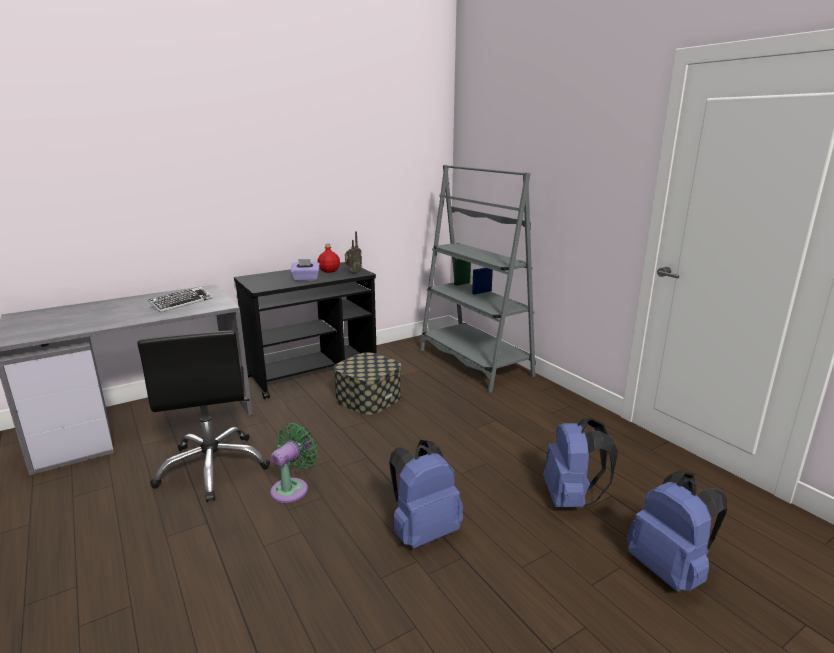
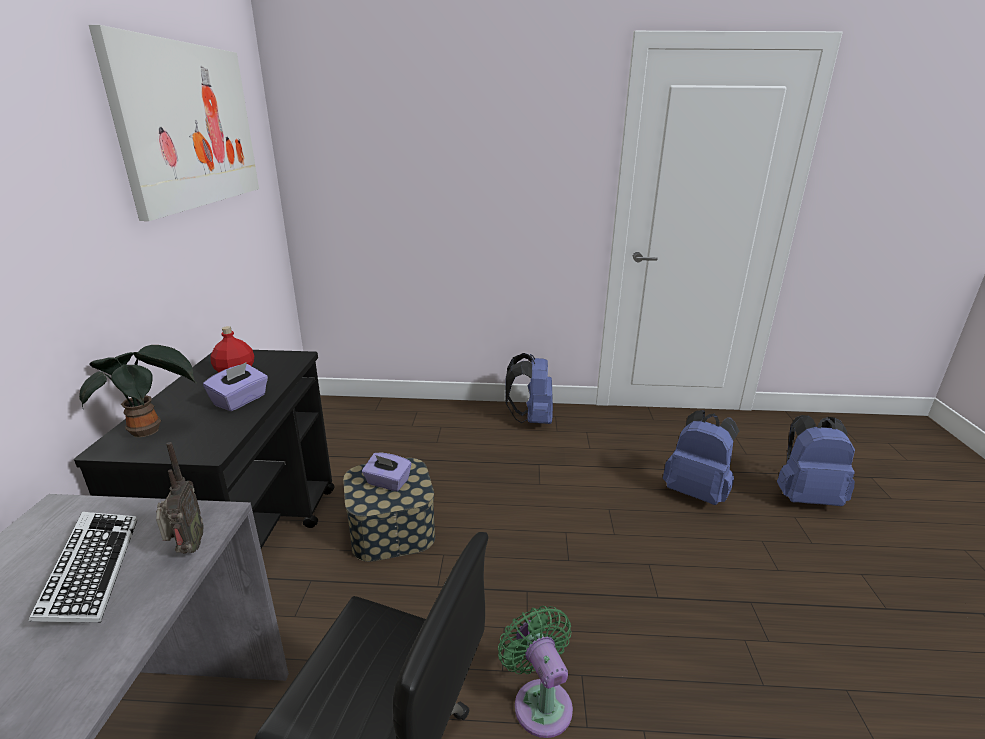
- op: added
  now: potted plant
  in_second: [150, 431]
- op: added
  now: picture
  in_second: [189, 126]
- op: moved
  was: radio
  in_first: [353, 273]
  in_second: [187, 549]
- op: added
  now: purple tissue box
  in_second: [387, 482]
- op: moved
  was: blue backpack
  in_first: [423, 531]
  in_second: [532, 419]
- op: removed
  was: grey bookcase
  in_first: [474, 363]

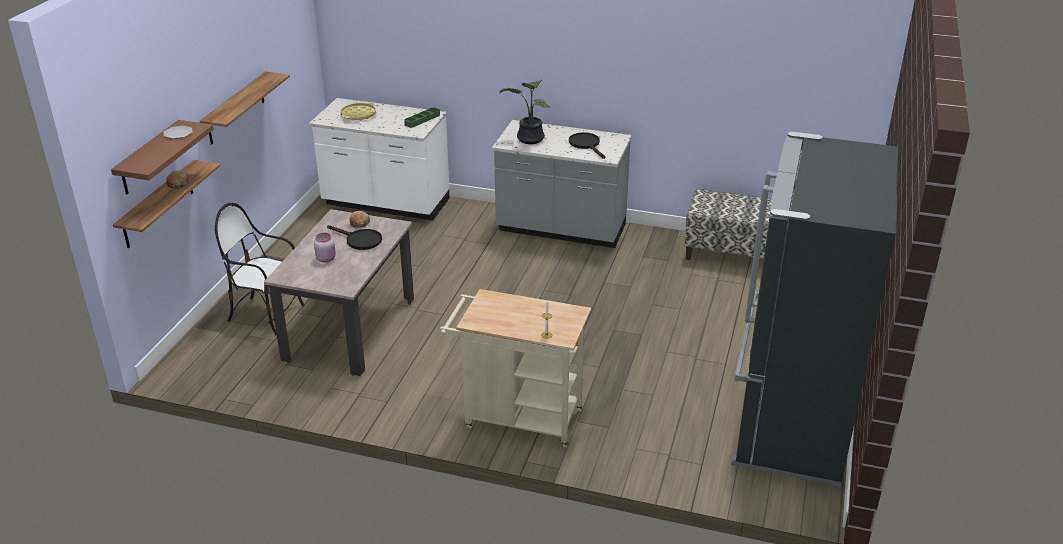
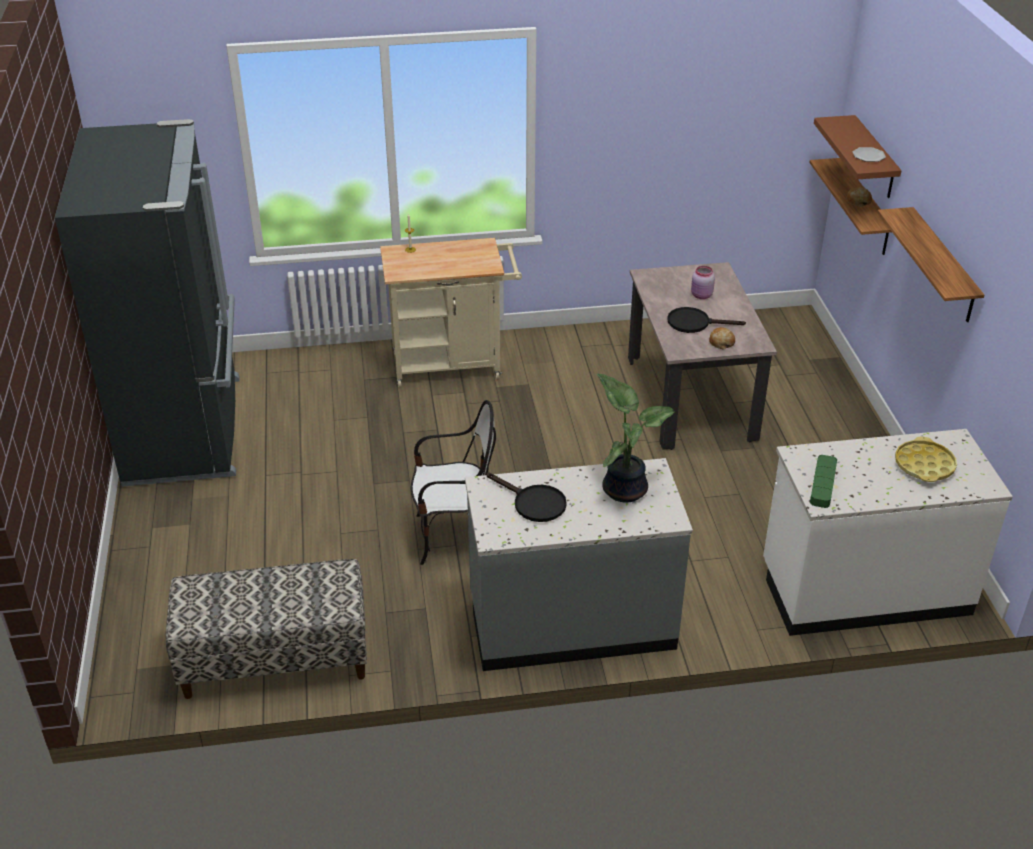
- op: moved
  was: chair
  in_first: [266, 314]
  in_second: [455, 537]

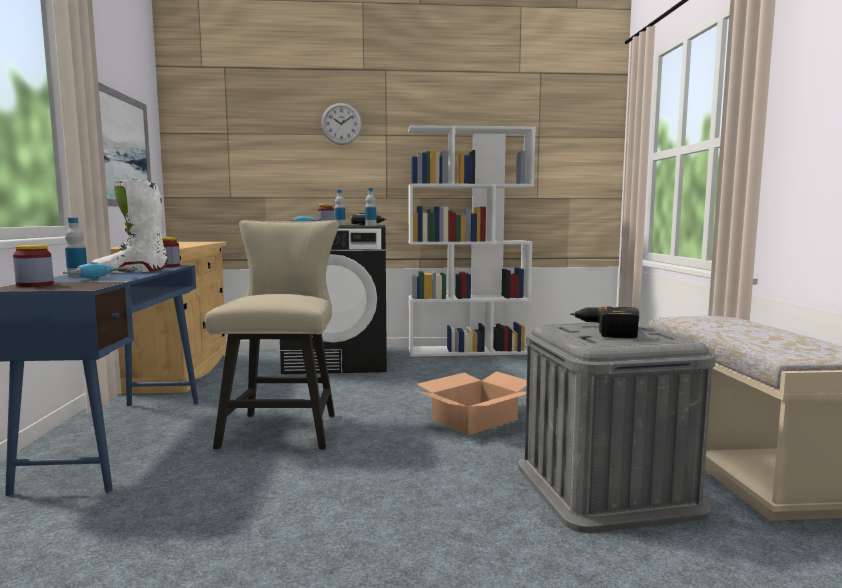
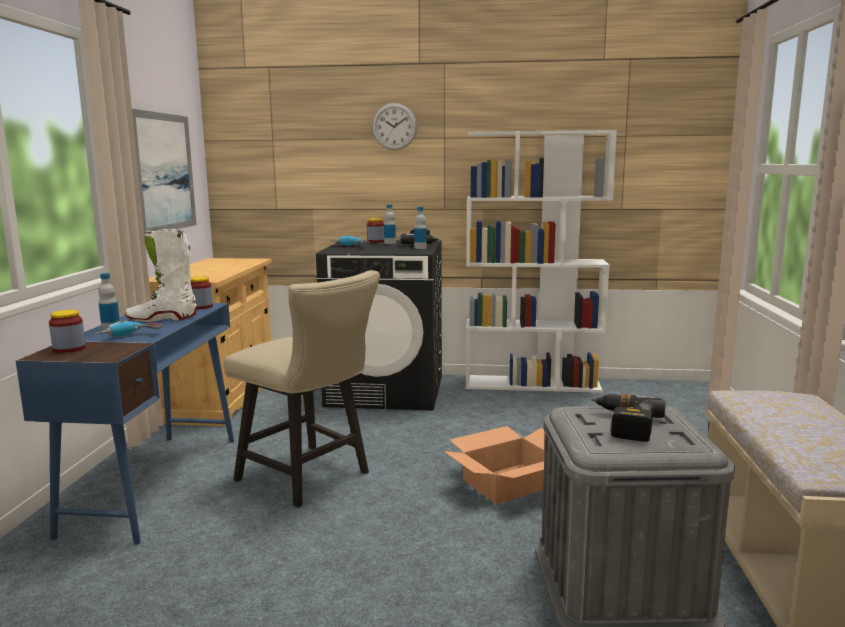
- op: turned
  was: beige chair
  in_first: [284, 427]
  in_second: [310, 478]
  clockwise: 120

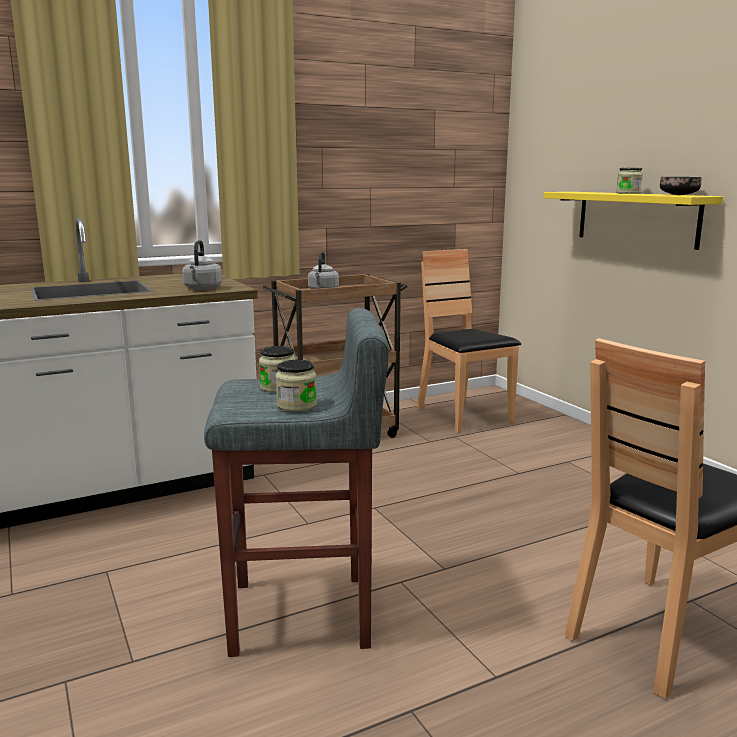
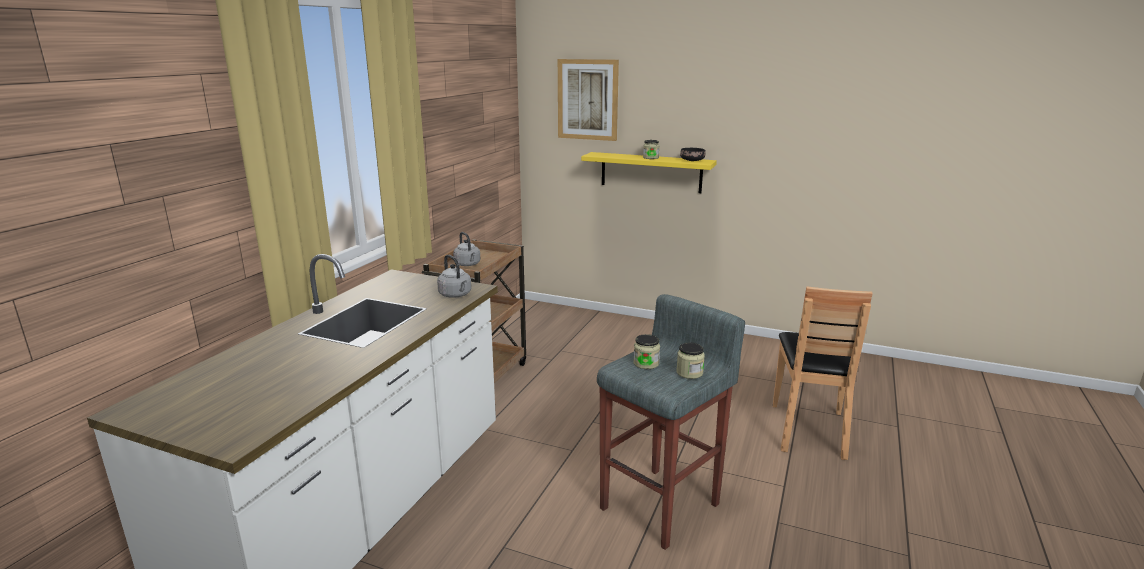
- op: added
  now: picture
  in_second: [587, 99]
- op: removed
  was: brown chair
  in_first: [463, 415]

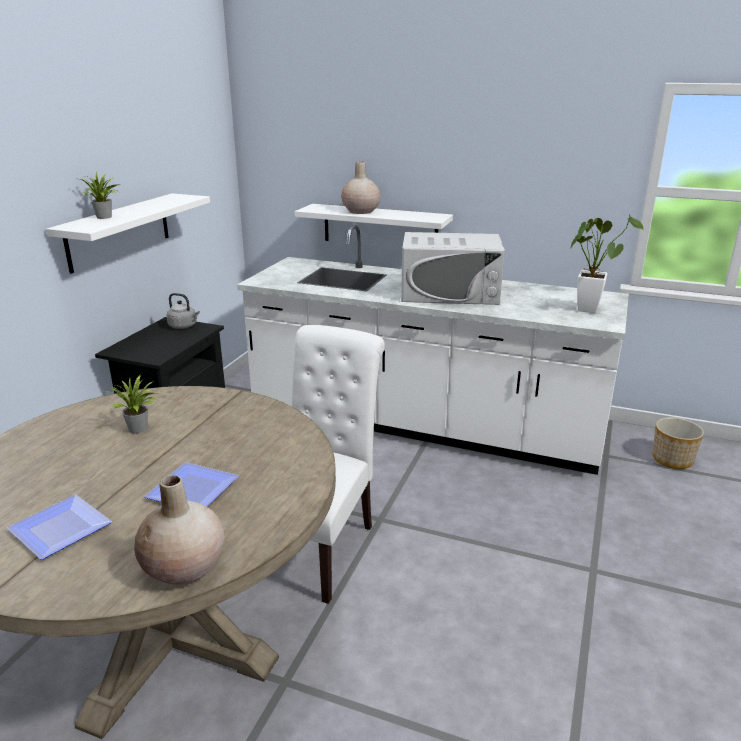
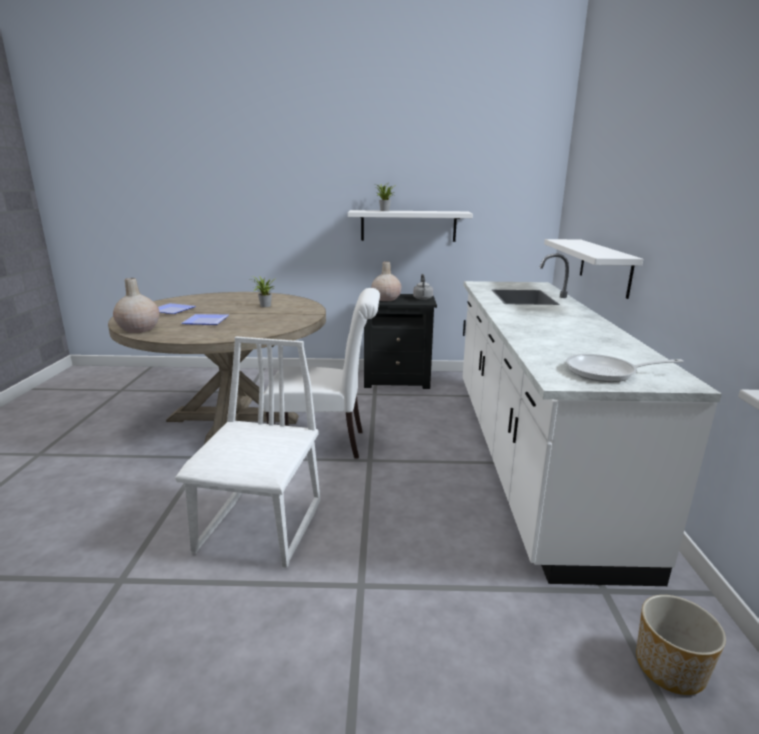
- op: added
  now: white chair
  in_second: [262, 527]
- op: moved
  was: beige vase
  in_first: [360, 211]
  in_second: [385, 299]
- op: replaced
  was: potted plant
  now: frying pan
  in_first: [588, 308]
  in_second: [607, 372]
- op: removed
  was: white microwave
  in_first: [450, 293]

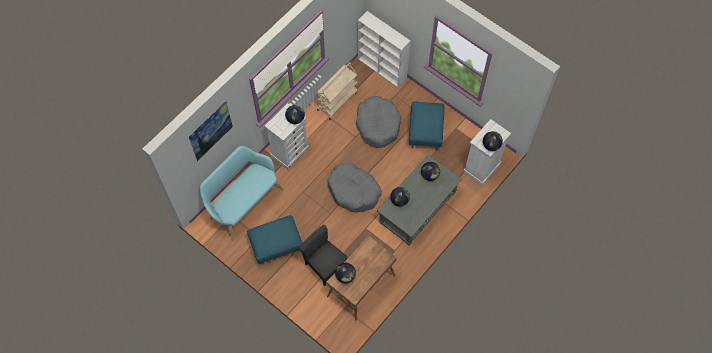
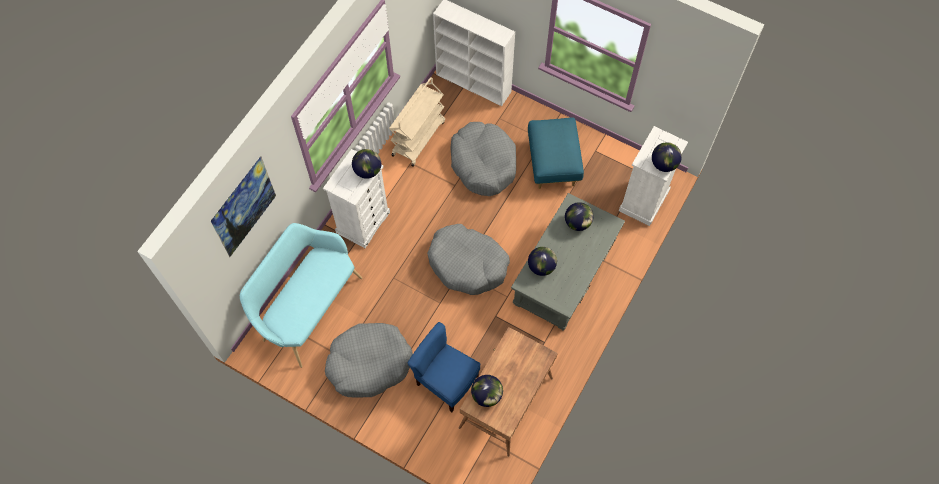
- op: replaced
  was: blue ottoman
  now: grey dog bed
  in_first: [276, 245]
  in_second: [369, 363]
- op: recoloured
  was: grey chair
  now: blue chair
  in_first: [325, 265]
  in_second: [446, 381]

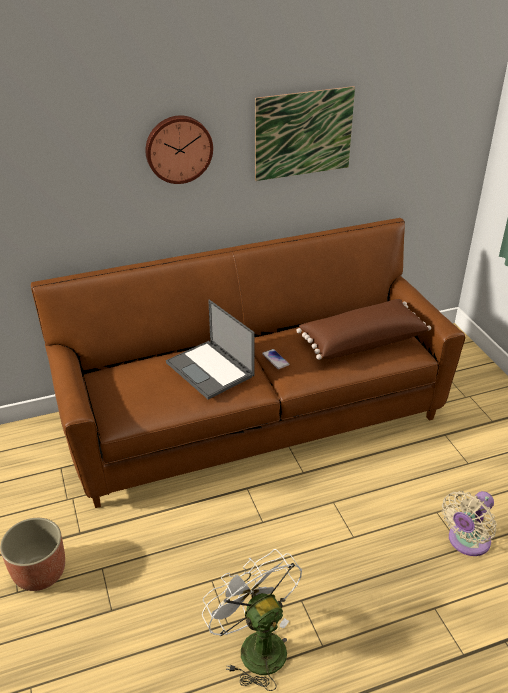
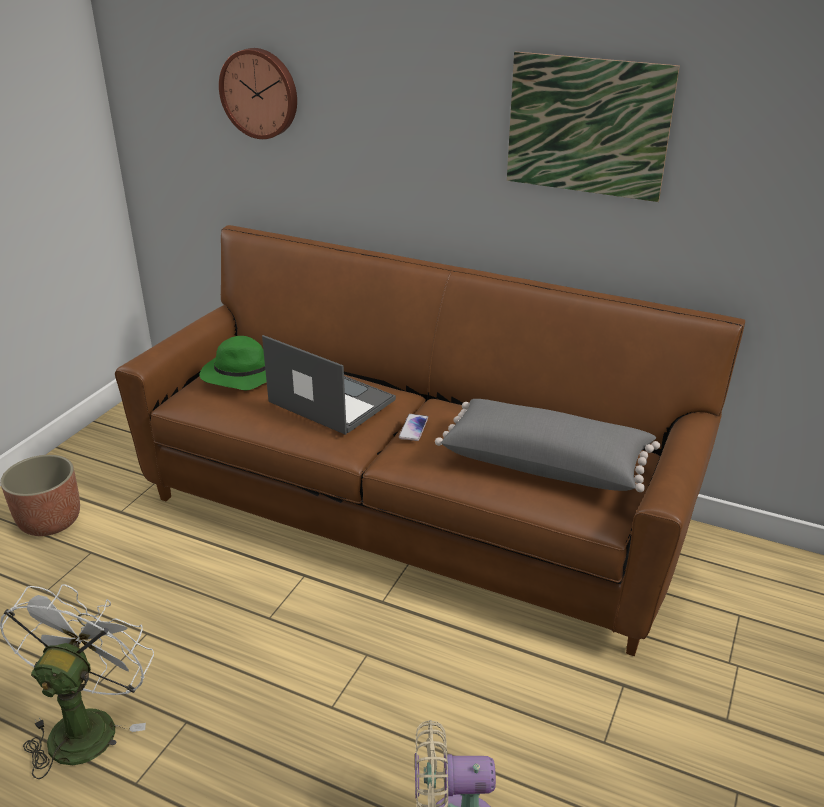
- op: added
  now: green hat
  in_second: [241, 376]
- op: moved
  was: wall clock
  in_first: [178, 148]
  in_second: [260, 93]
- op: turned
  was: laptop
  in_first: [211, 370]
  in_second: [330, 401]
  clockwise: 120
- op: recoloured
  was: brown pillow
  now: grey pillow
  in_first: [361, 341]
  in_second: [545, 463]

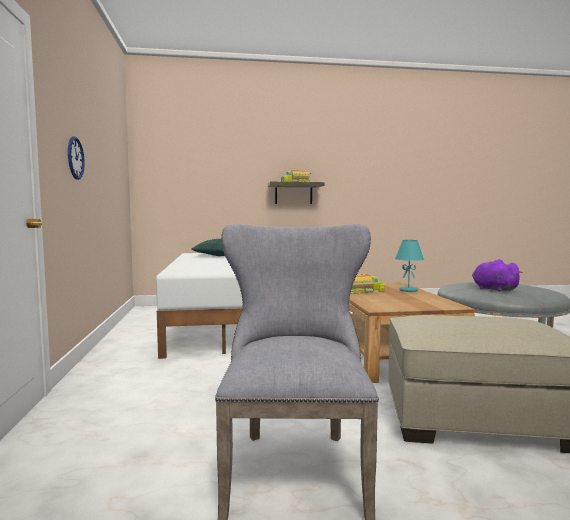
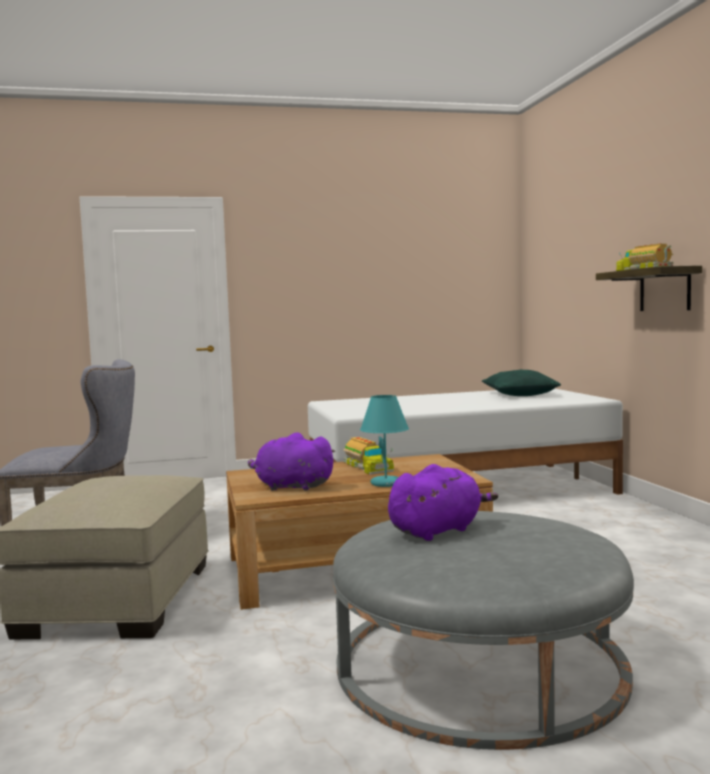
- op: added
  now: purple plush toy
  in_second: [291, 487]
- op: removed
  was: wall clock
  in_first: [75, 158]

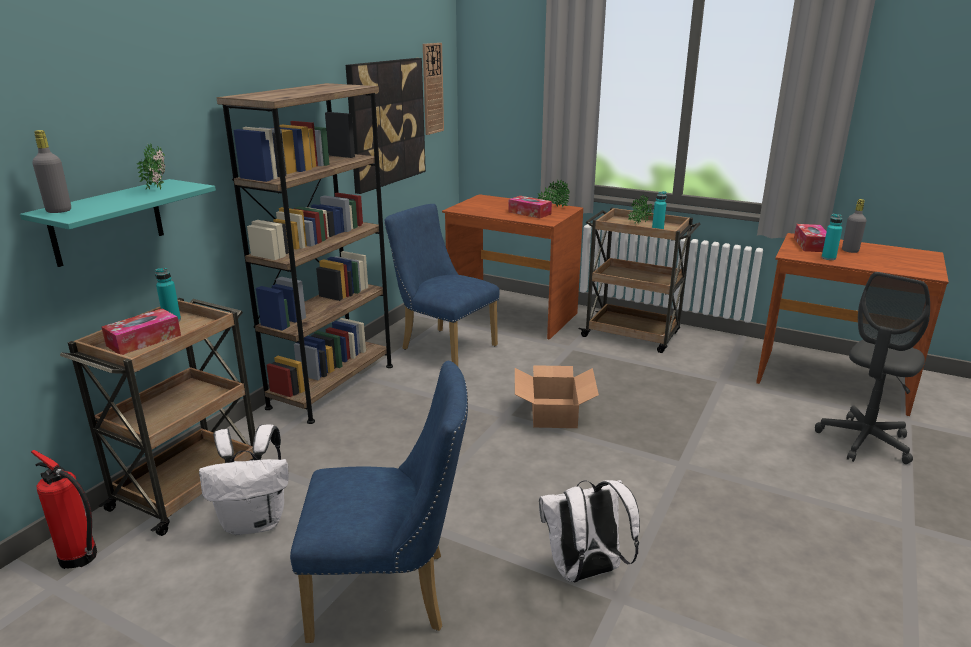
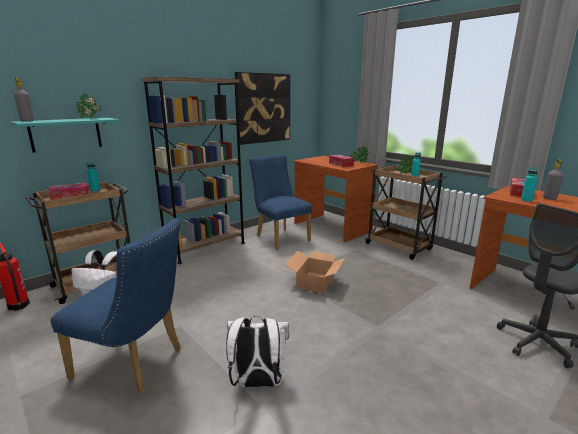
- op: removed
  was: wall clock
  in_first: [432, 89]

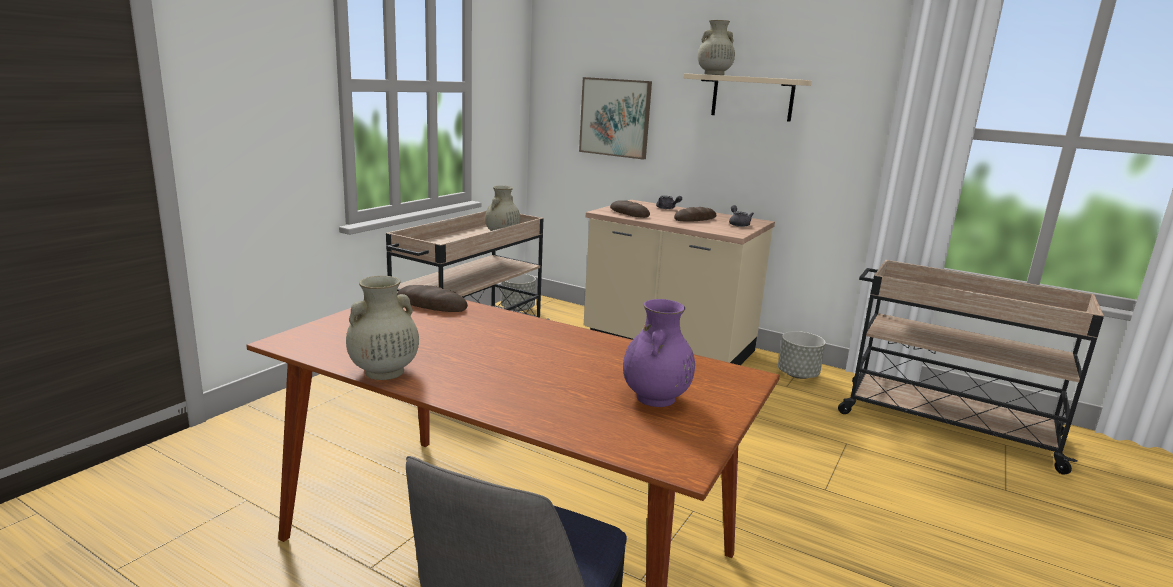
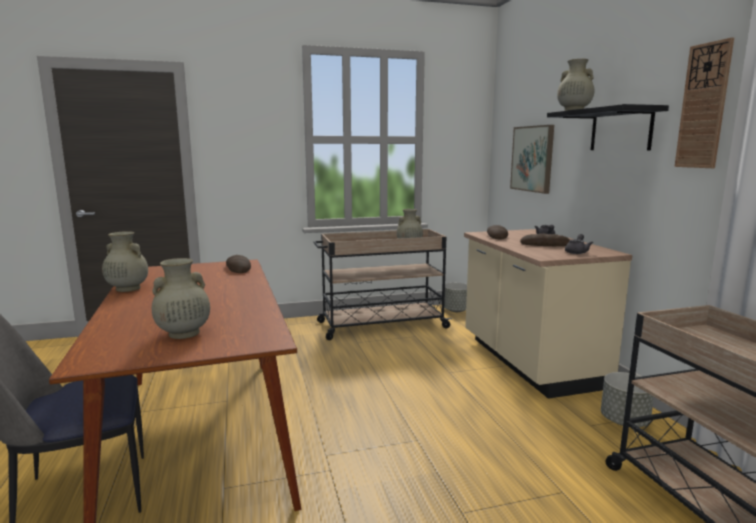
- op: recoloured
  was: purple vase
  now: beige vase
  in_first: [655, 399]
  in_second: [183, 334]
- op: recoloured
  was: beige shelf
  now: black shelf
  in_first: [752, 98]
  in_second: [621, 130]
- op: added
  now: wall clock
  in_second: [703, 106]

